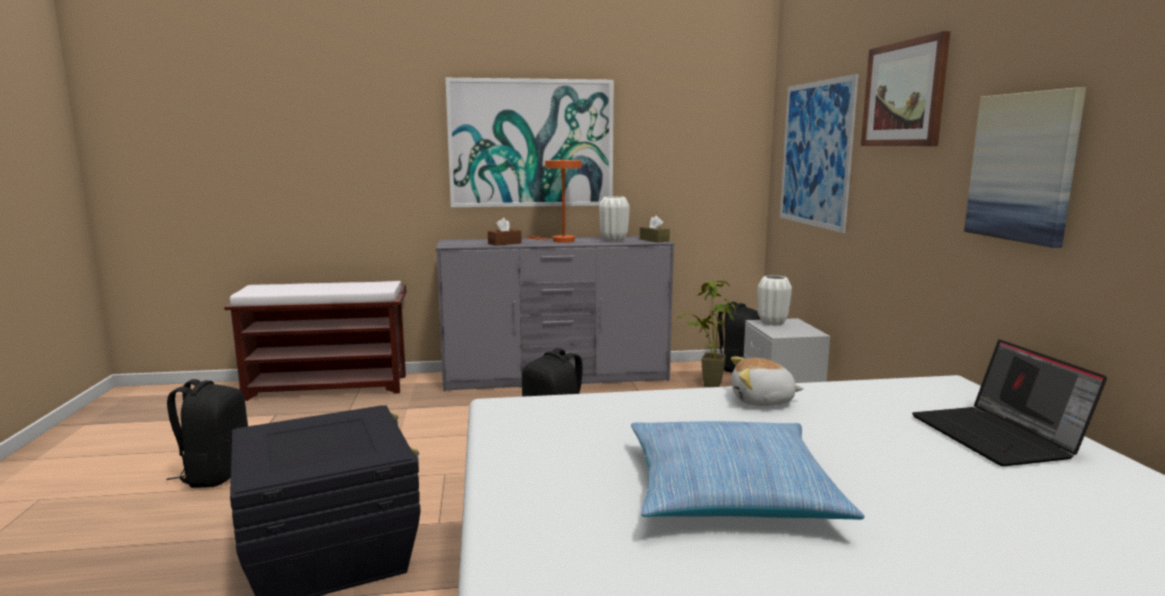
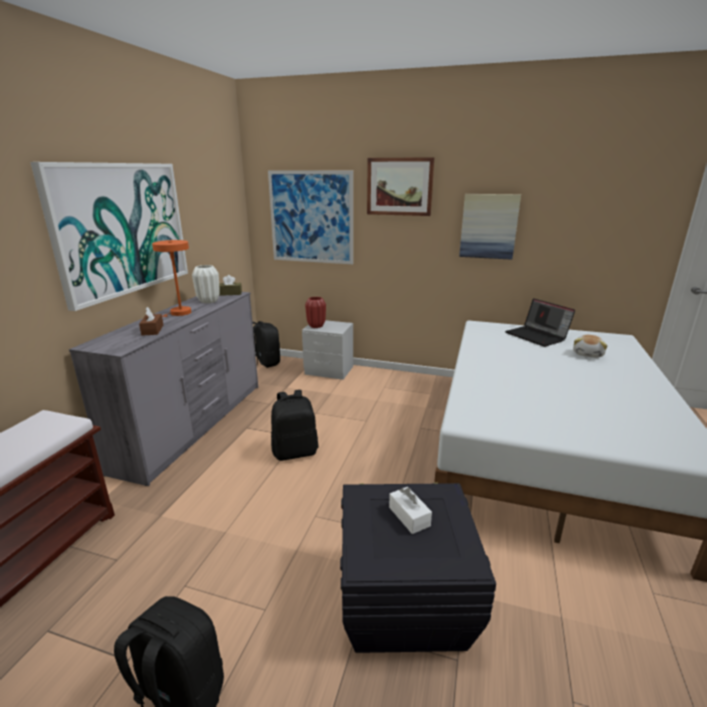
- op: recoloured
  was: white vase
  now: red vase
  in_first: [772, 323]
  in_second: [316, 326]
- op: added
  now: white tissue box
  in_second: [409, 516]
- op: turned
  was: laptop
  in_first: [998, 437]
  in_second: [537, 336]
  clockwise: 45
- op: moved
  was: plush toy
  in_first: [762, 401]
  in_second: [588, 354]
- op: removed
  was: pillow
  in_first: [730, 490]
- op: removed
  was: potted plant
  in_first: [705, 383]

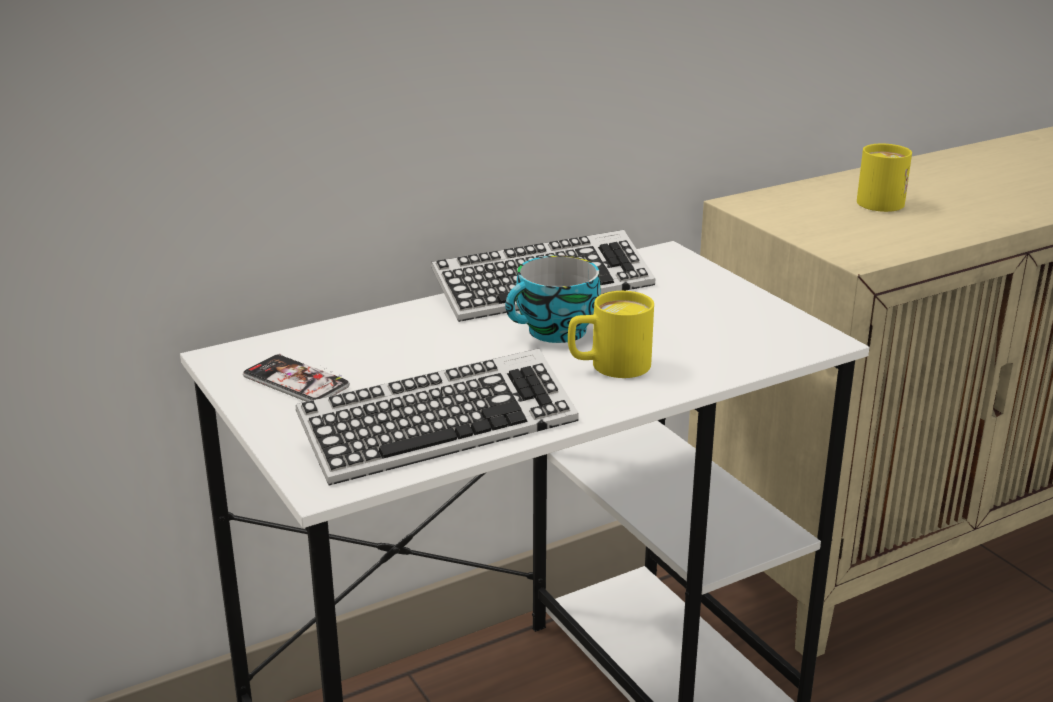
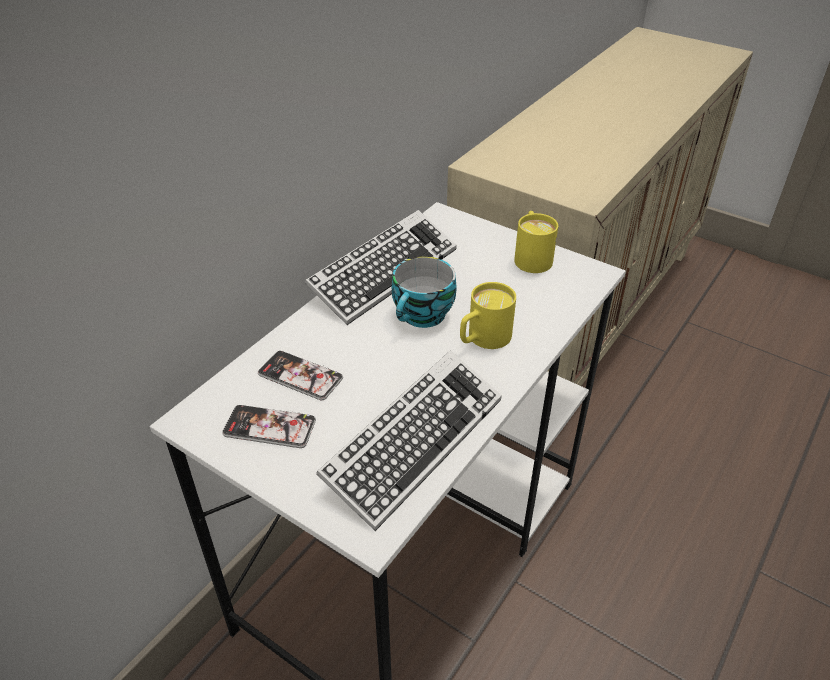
- op: added
  now: phone
  in_second: [300, 376]
- op: moved
  was: yellow mug
  in_first: [881, 200]
  in_second: [531, 256]

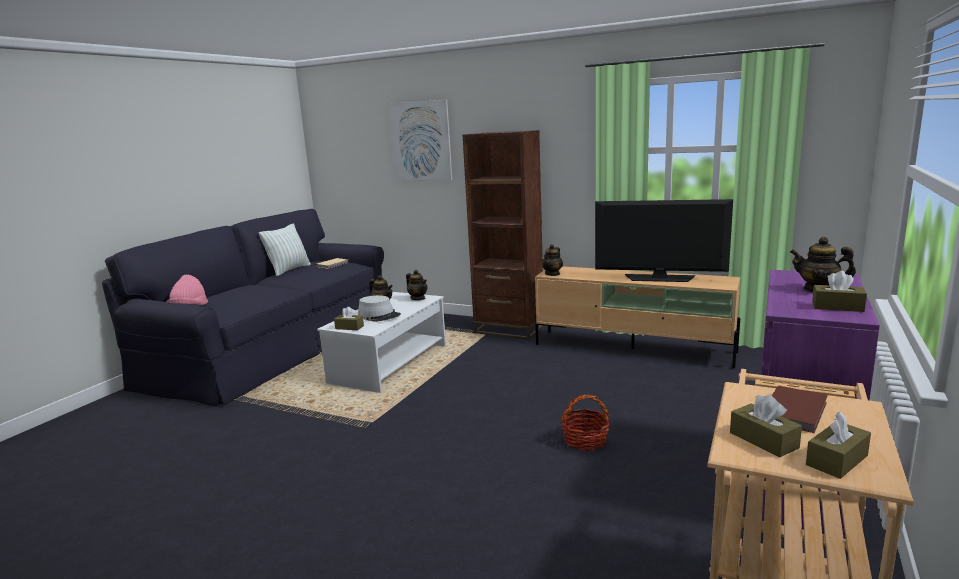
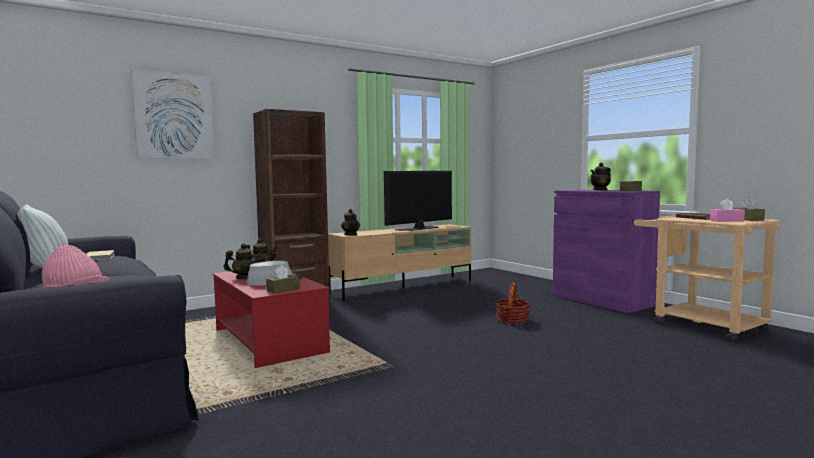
- op: recoloured
  was: white coffee table
  now: red coffee table
  in_first: [390, 363]
  in_second: [268, 340]
- op: recoloured
  was: brown tissue box
  now: pink tissue box
  in_first: [763, 440]
  in_second: [726, 220]

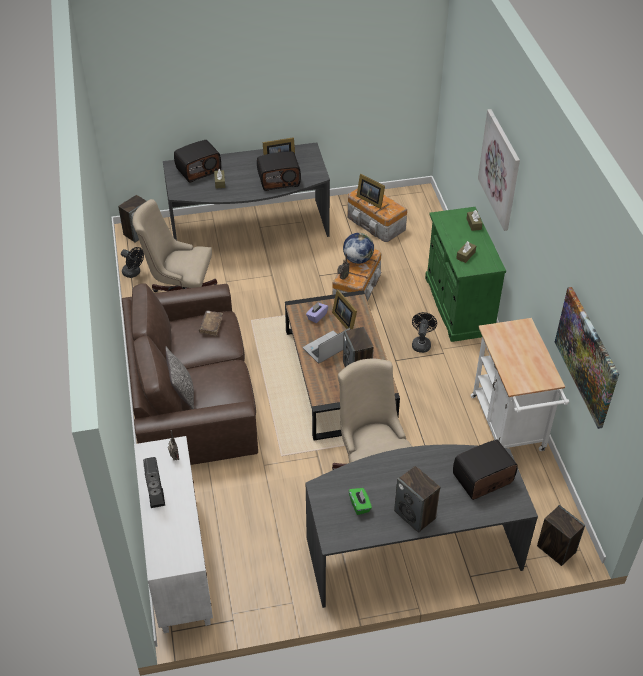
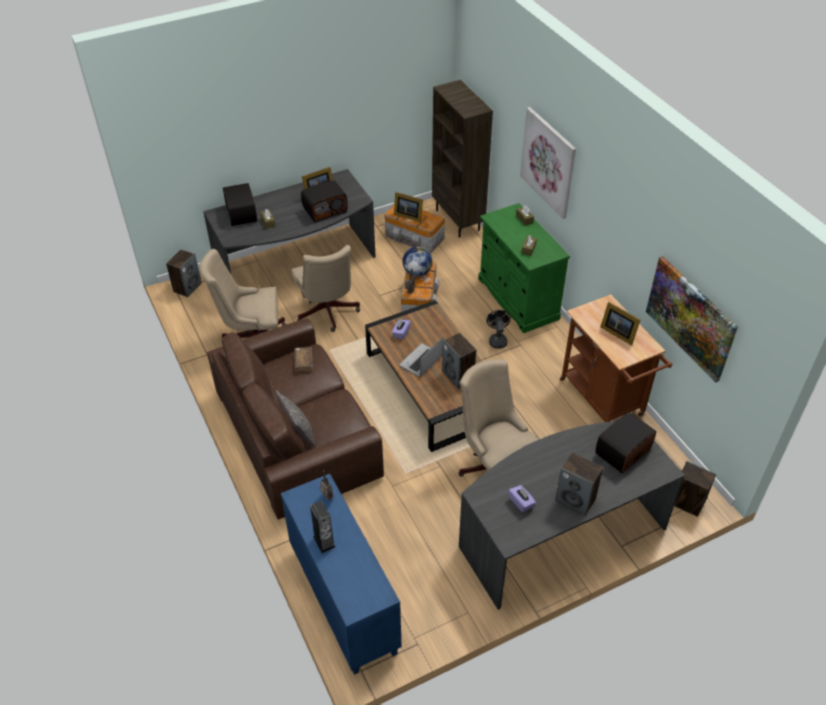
- op: turned
  was: radio
  in_first: [198, 170]
  in_second: [242, 214]
  clockwise: 120
- op: recoloured
  was: white cabinet
  now: blue cabinet
  in_first: [178, 562]
  in_second: [342, 600]
- op: added
  now: beige office chair
  in_second: [327, 313]
- op: added
  now: brown bookcase
  in_second: [458, 220]
- op: recoloured
  was: green tissue box
  now: purple tissue box
  in_first: [360, 505]
  in_second: [521, 503]
- op: recoloured
  was: white cart
  now: brown cart
  in_first: [509, 428]
  in_second: [604, 401]
- op: moved
  was: picture frame
  in_first: [345, 320]
  in_second: [617, 332]
- op: removed
  was: black fan
  in_first: [133, 273]

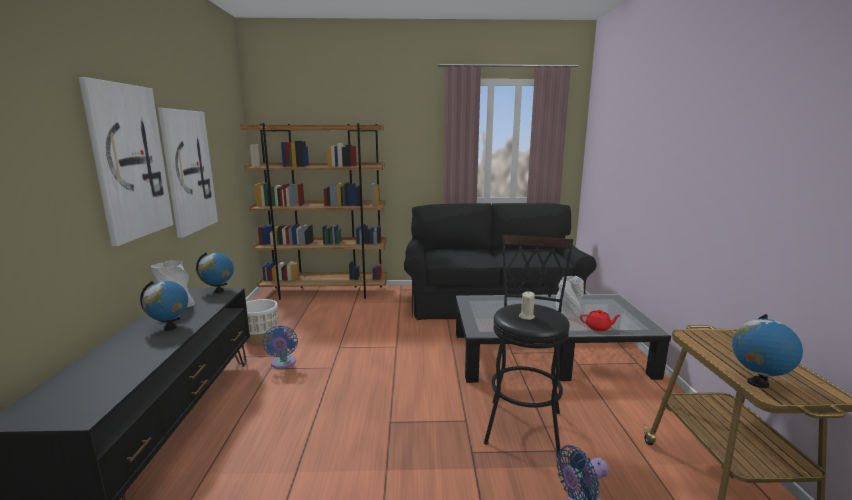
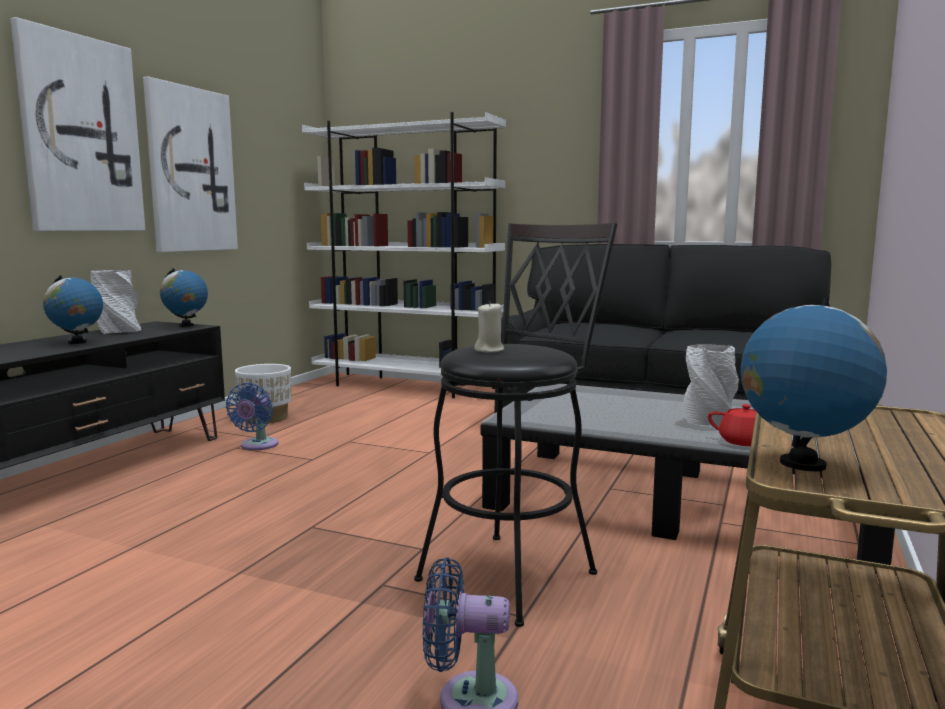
- op: recoloured
  was: brown bookcase
  now: white bookcase
  in_first: [326, 292]
  in_second: [406, 386]

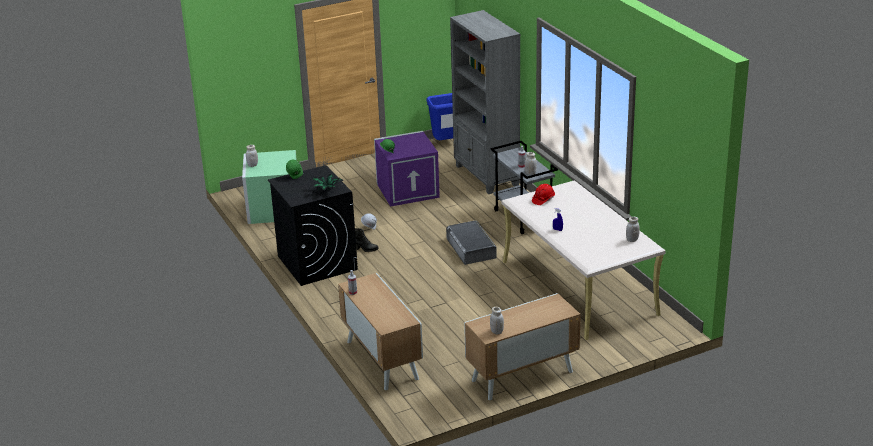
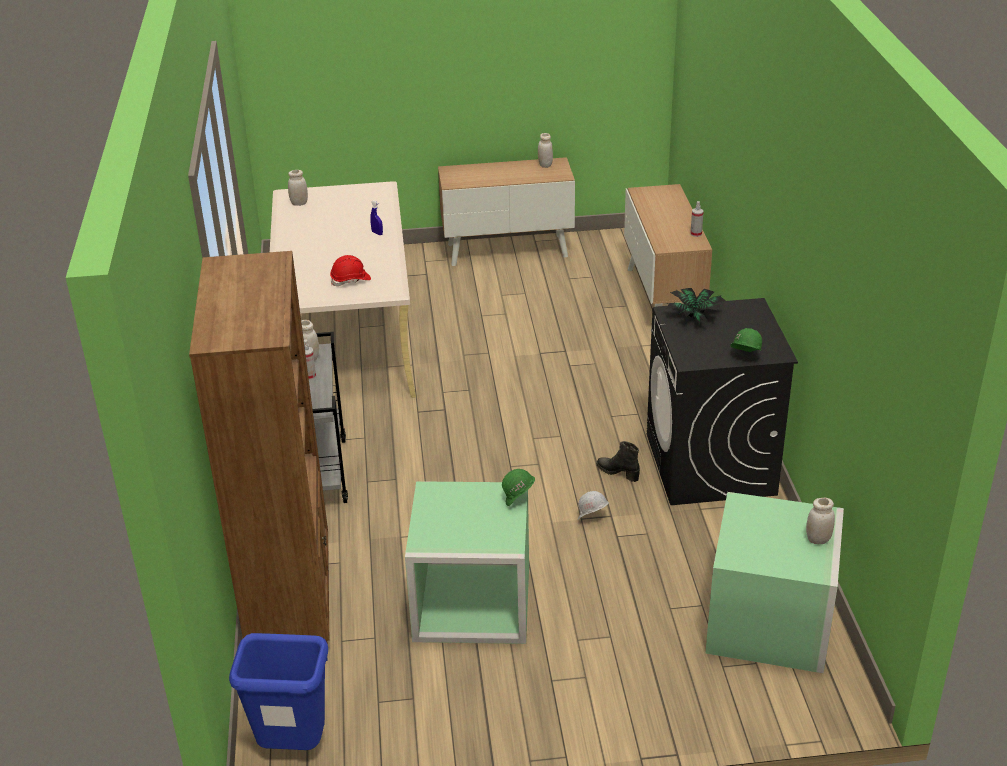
- op: recoloured
  was: grey bookcase
  now: brown bookcase
  in_first: [486, 176]
  in_second: [291, 600]
- op: recoloured
  was: purple storage box
  now: green storage box
  in_first: [408, 190]
  in_second: [470, 604]
- op: removed
  was: grey storage box
  in_first: [471, 248]

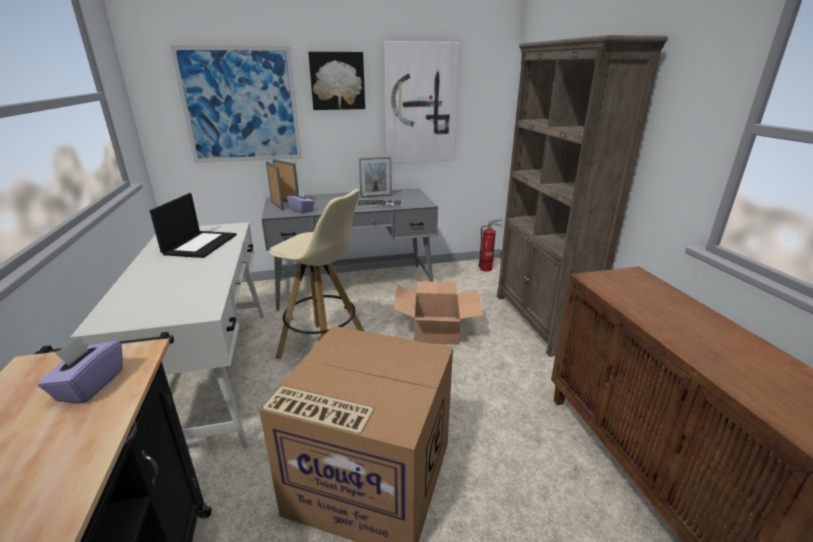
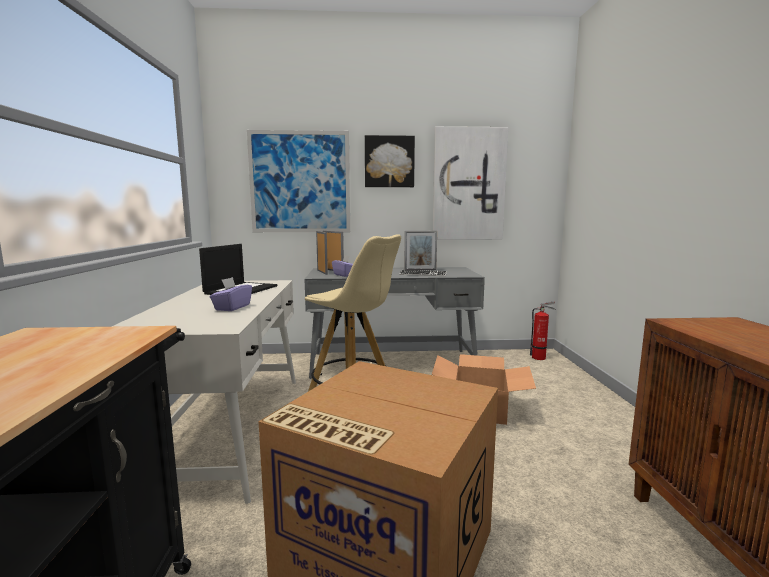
- op: moved
  was: purple tissue box
  in_first: [90, 385]
  in_second: [232, 307]
- op: removed
  was: brown bookcase
  in_first: [540, 321]

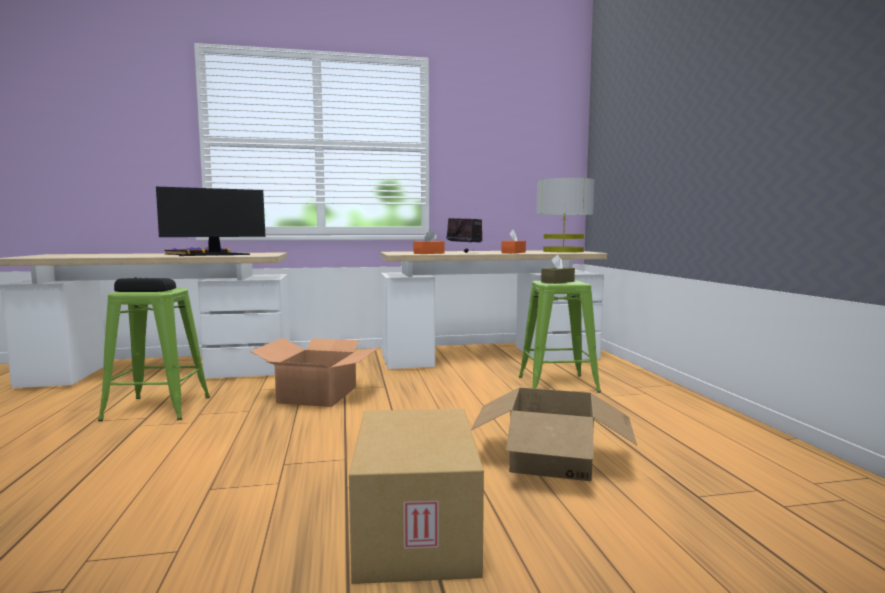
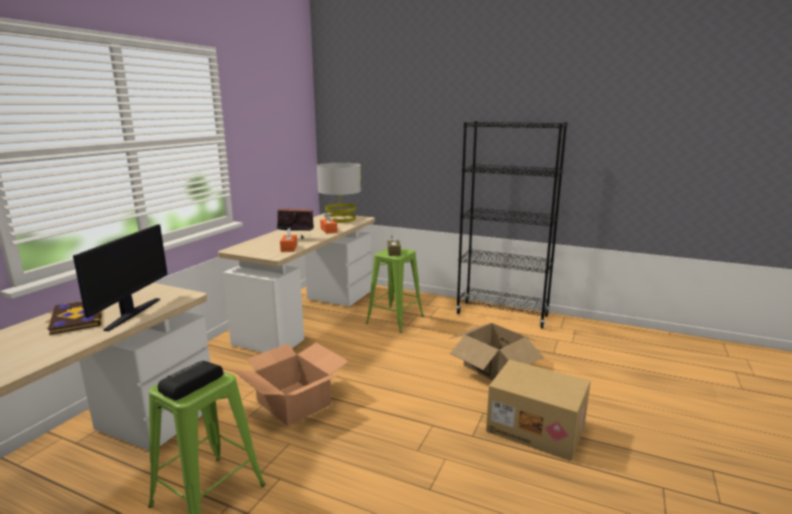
- op: added
  now: black bookcase
  in_second: [502, 315]

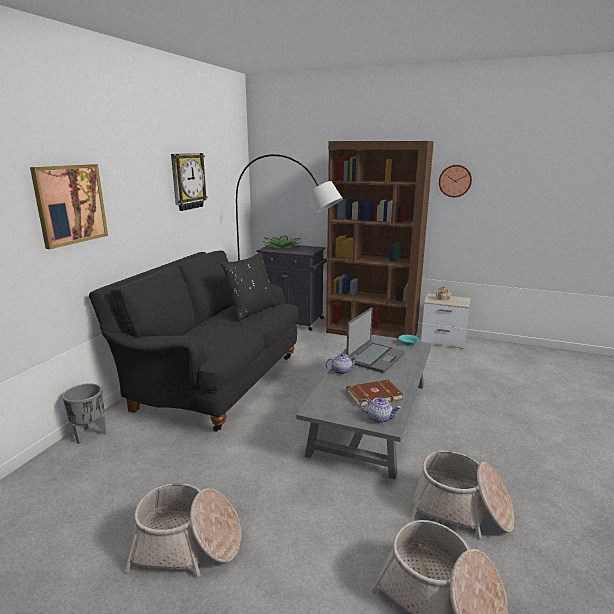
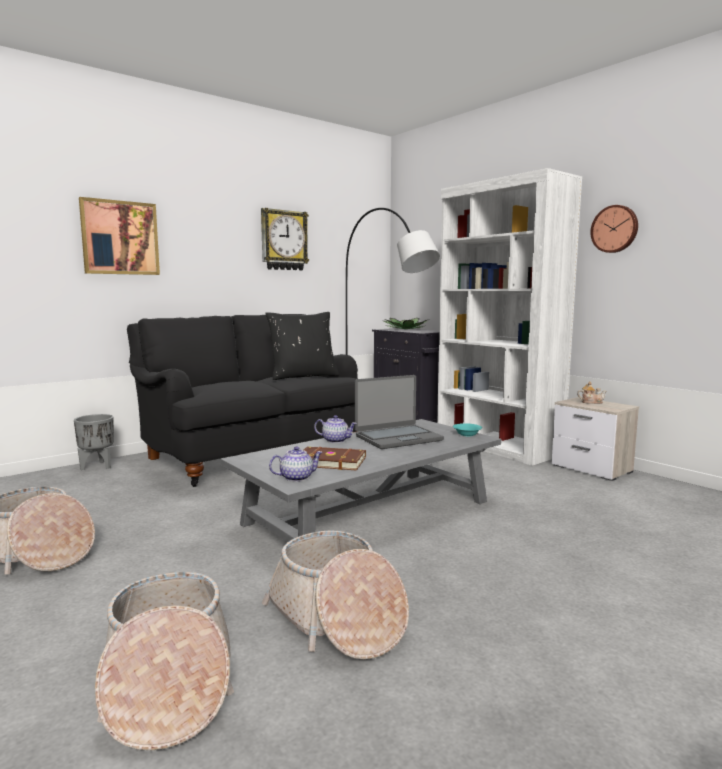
- op: turned
  was: teapot
  in_first: [379, 418]
  in_second: [296, 477]
  clockwise: -75
- op: recoloured
  was: brown bookcase
  now: white bookcase
  in_first: [372, 332]
  in_second: [497, 446]

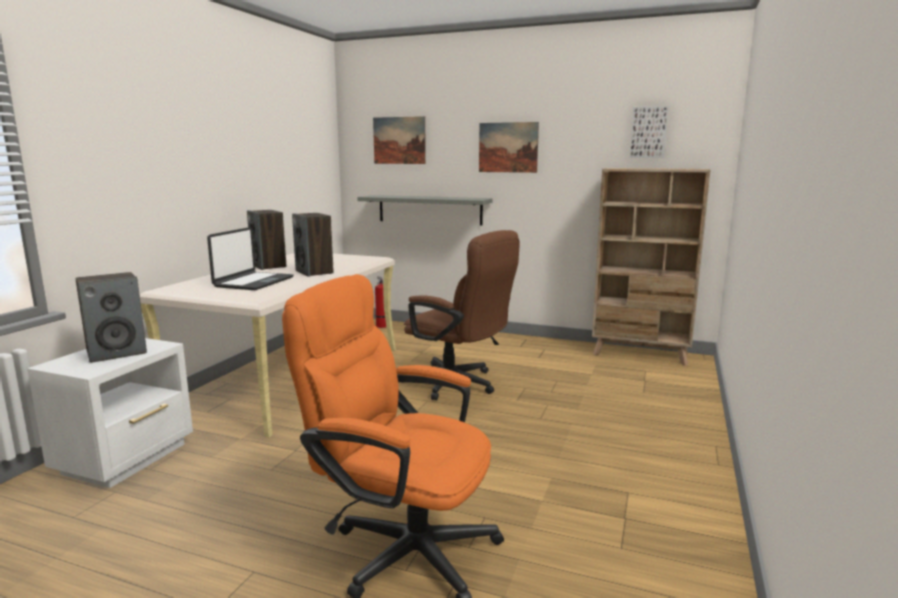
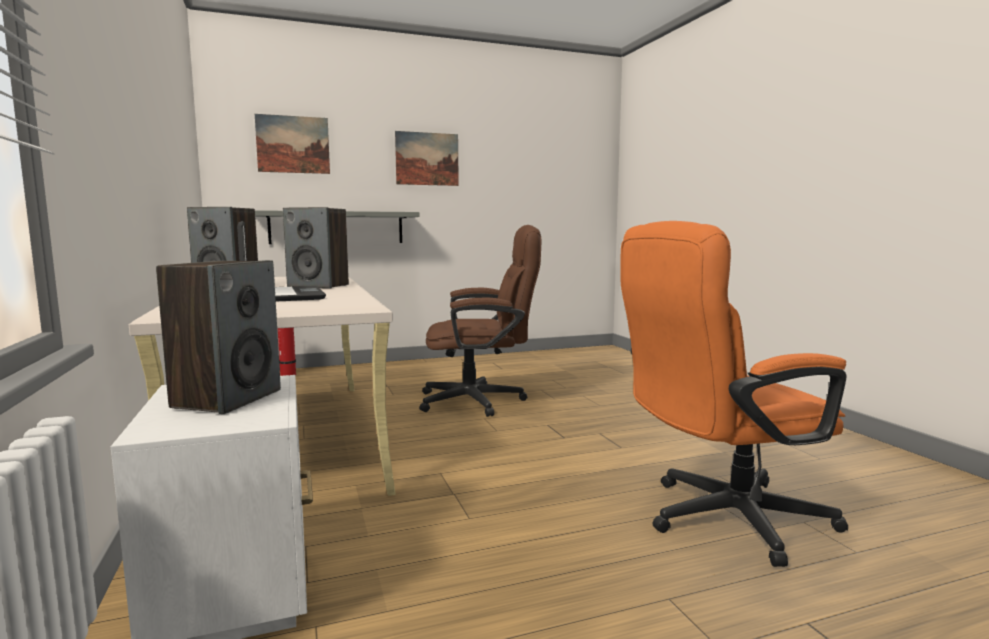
- op: removed
  was: beige bookcase
  in_first: [640, 354]
- op: removed
  was: picture
  in_first: [648, 132]

